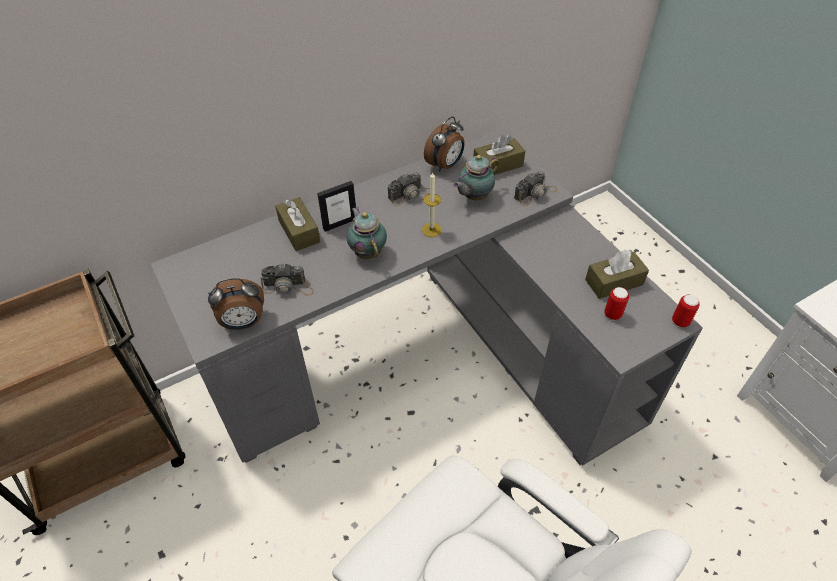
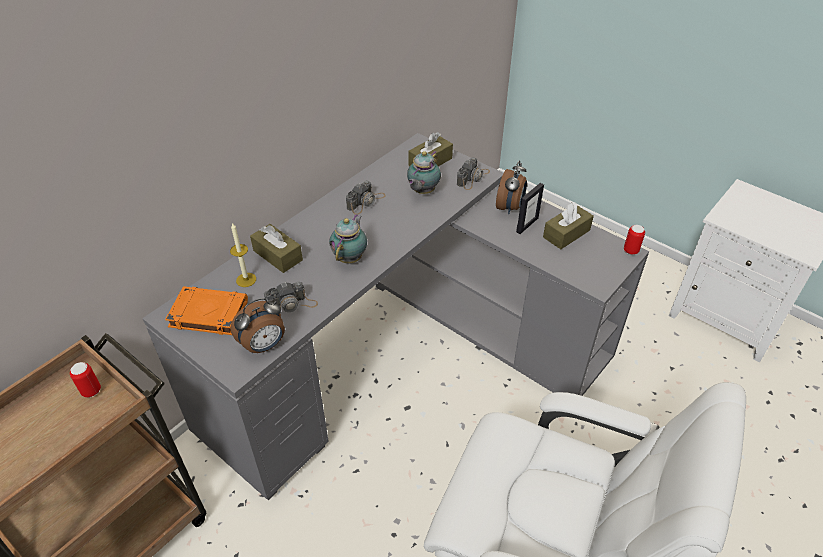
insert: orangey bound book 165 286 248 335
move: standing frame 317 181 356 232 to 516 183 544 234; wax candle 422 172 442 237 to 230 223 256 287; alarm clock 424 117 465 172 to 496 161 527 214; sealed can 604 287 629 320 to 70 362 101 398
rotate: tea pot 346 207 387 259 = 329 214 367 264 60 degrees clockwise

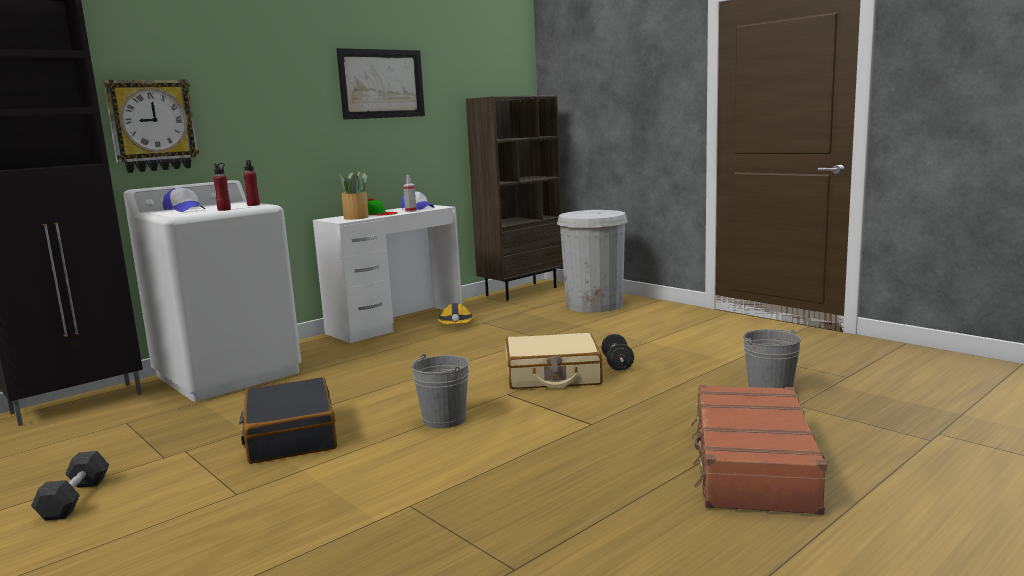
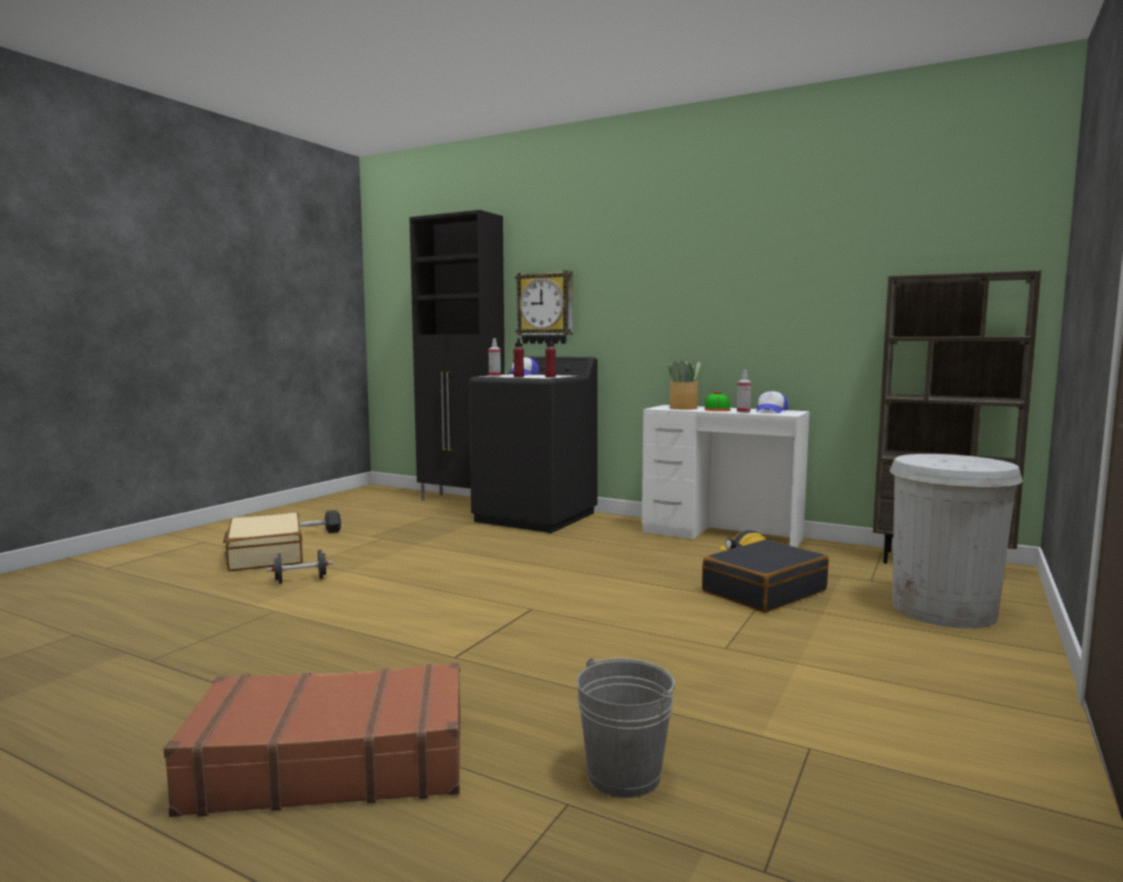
delete: wall art 337 48 425 120; gray bucket 411 354 469 429
insert: sprayer 489 338 501 377
move: blackish travel case 239 377 337 464 to 702 539 829 613; beige-coloured travel case 505 333 602 389 to 223 513 303 571; blackish hand weight 601 334 634 371 to 267 550 333 584
recolor: white laundry appliance 124 180 301 402 to blackish laundry appliance 469 356 598 533

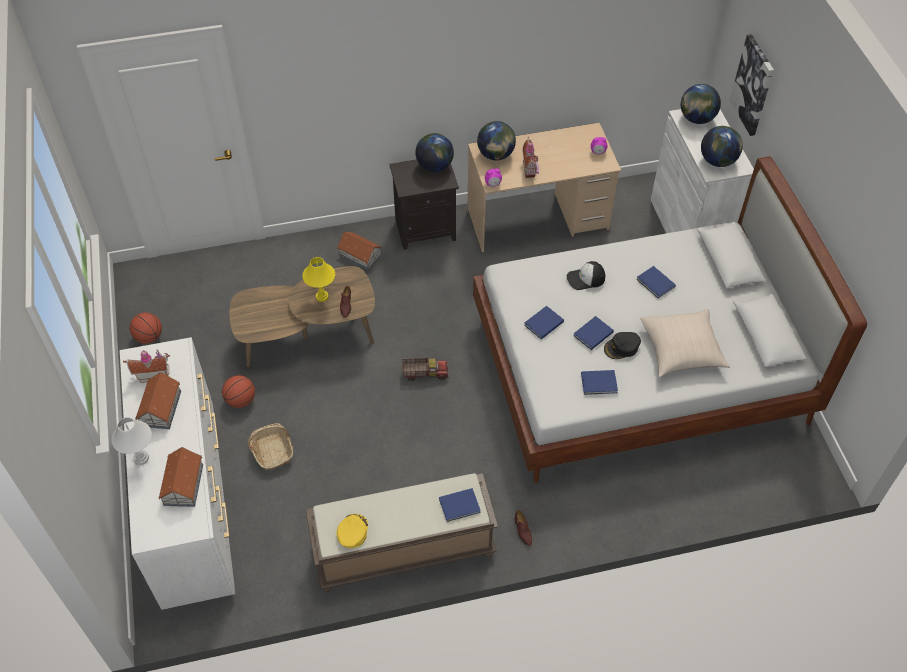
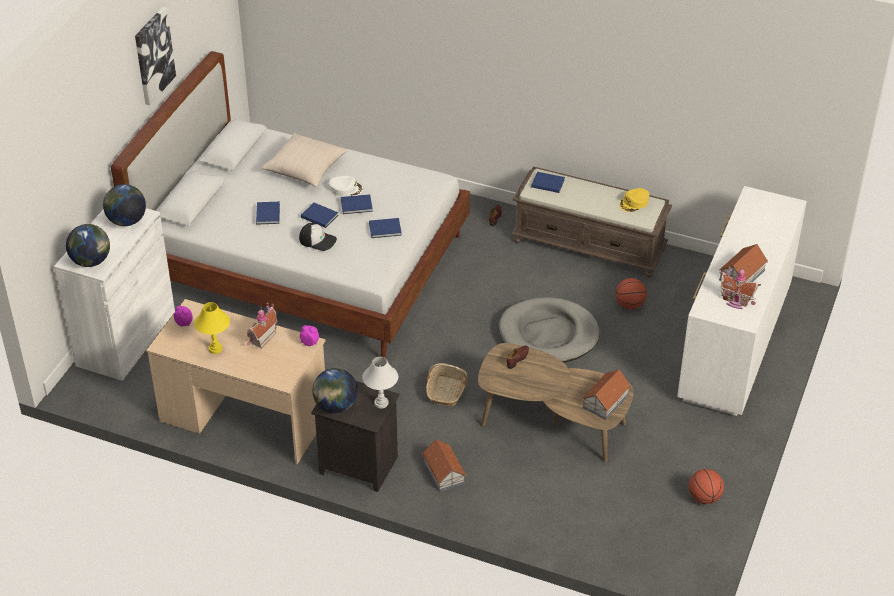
delete: toy truck 402 358 449 381; globe 477 121 516 160
insert: gray pet bed 499 297 600 363
move: white lamp for a table 111 417 152 465 to 362 357 398 409; toy house 158 447 203 507 to 582 369 631 420; basketball 222 375 255 408 to 615 278 647 309; storage basket 248 423 293 470 to 426 363 467 406; yellowish lamp for a table 302 257 335 302 to 194 302 230 354; blue-coloured bound book 581 370 618 395 to 301 203 339 228; wall art 730 34 774 136 to 135 7 176 105
recolor: blackish baseball cap 604 332 641 359 to white baseball cap 329 176 363 196

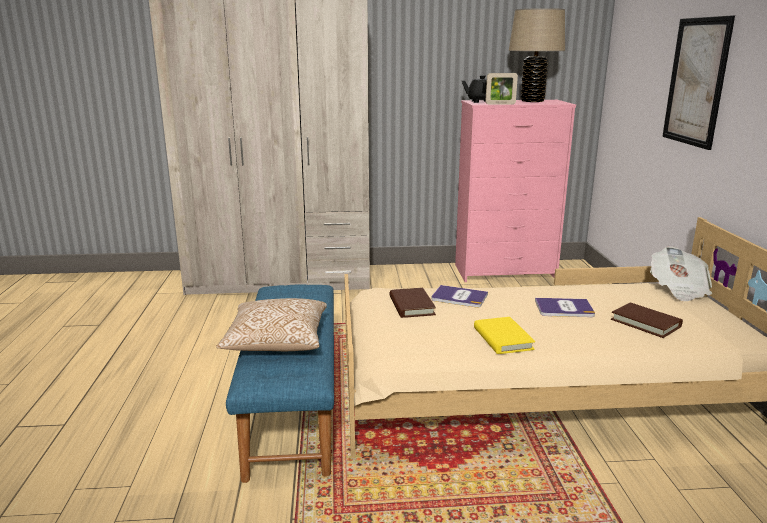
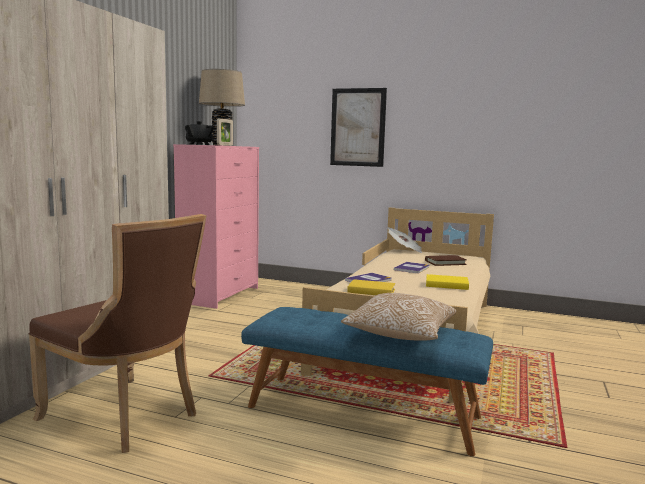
insert: brownish upright chair 29 214 206 453
recolor: brownish bound book 390 288 436 318 to yellowish bound book 347 279 395 295

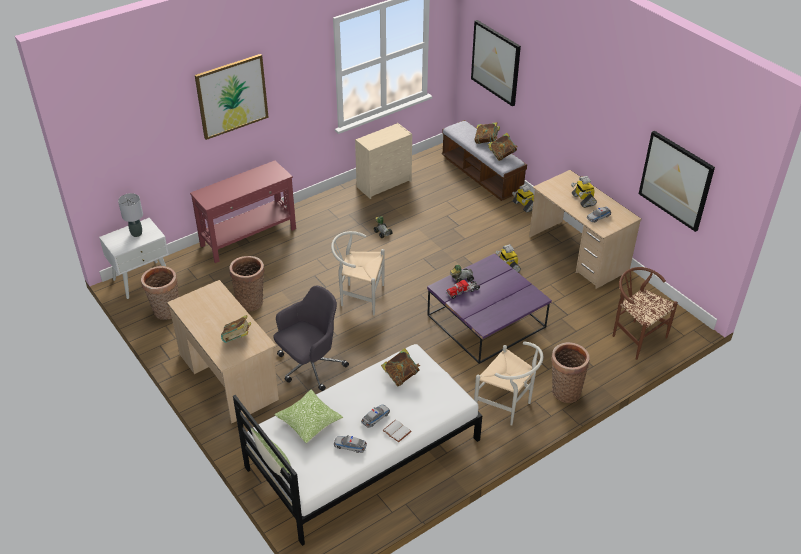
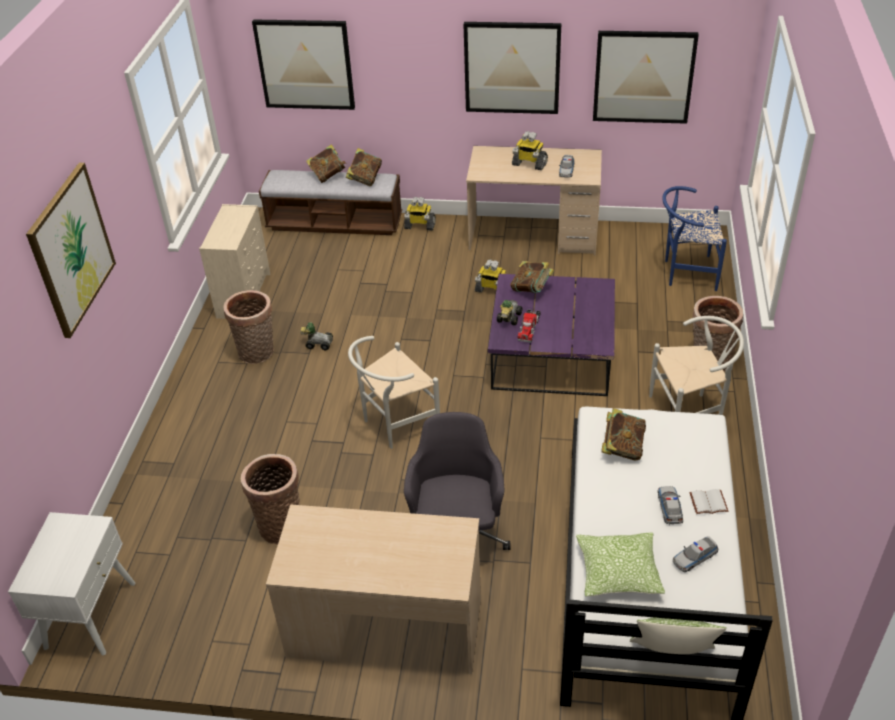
delete: gray lamp for a table 118 193 143 237; red hall table 190 160 296 263
insert: wall art 463 22 561 114
move: storage basket 141 266 179 320 to 223 290 274 364; bound book 221 315 251 343 to 510 261 554 293
recolor: brownish upright chair 613 267 678 360 to blue-coloured upright chair 662 186 727 291

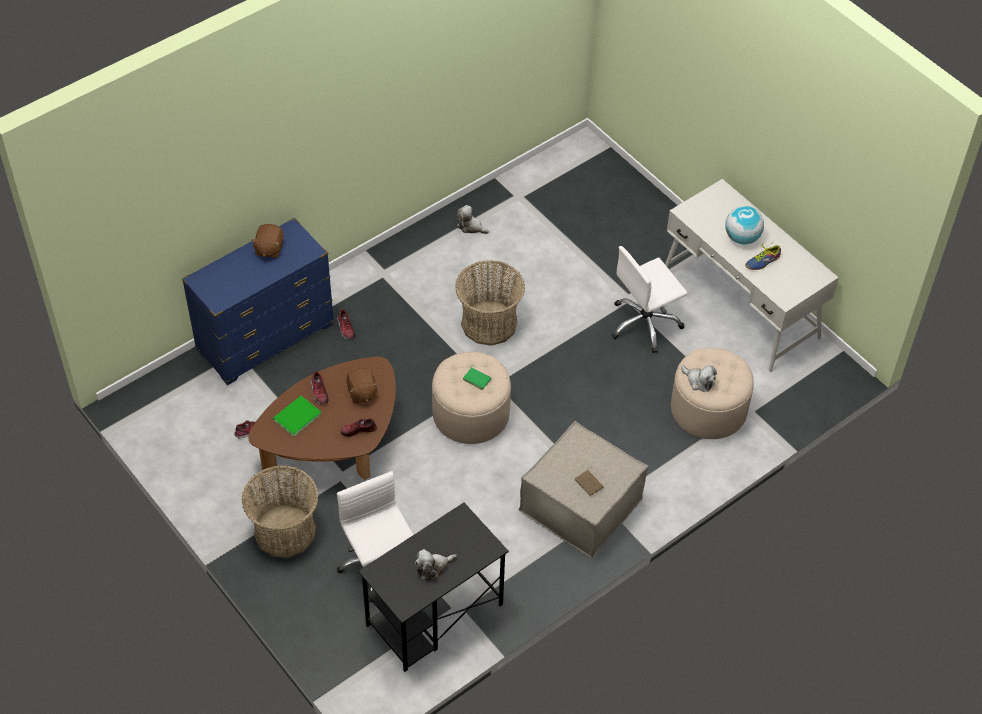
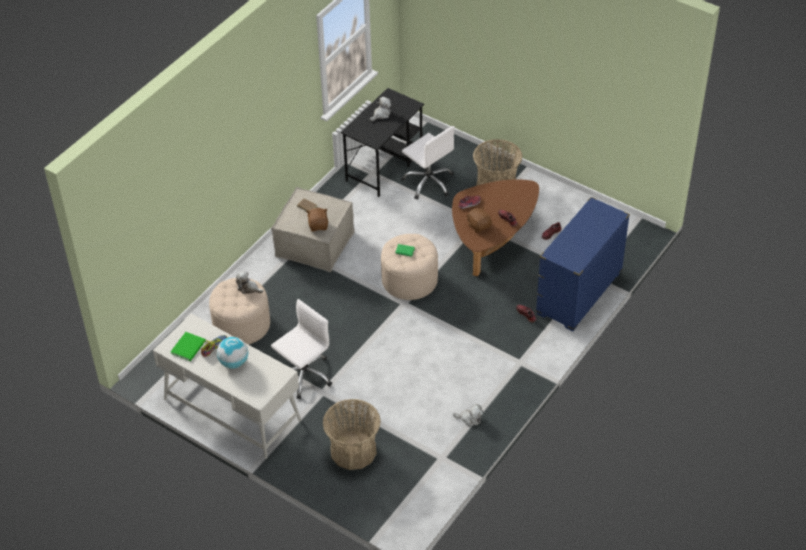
move: brownish cuddly toy 251 224 284 258 to 306 208 328 231; green-coloured bound book 273 396 321 436 to 171 332 206 361; storage basket 455 260 525 346 to 323 399 381 470

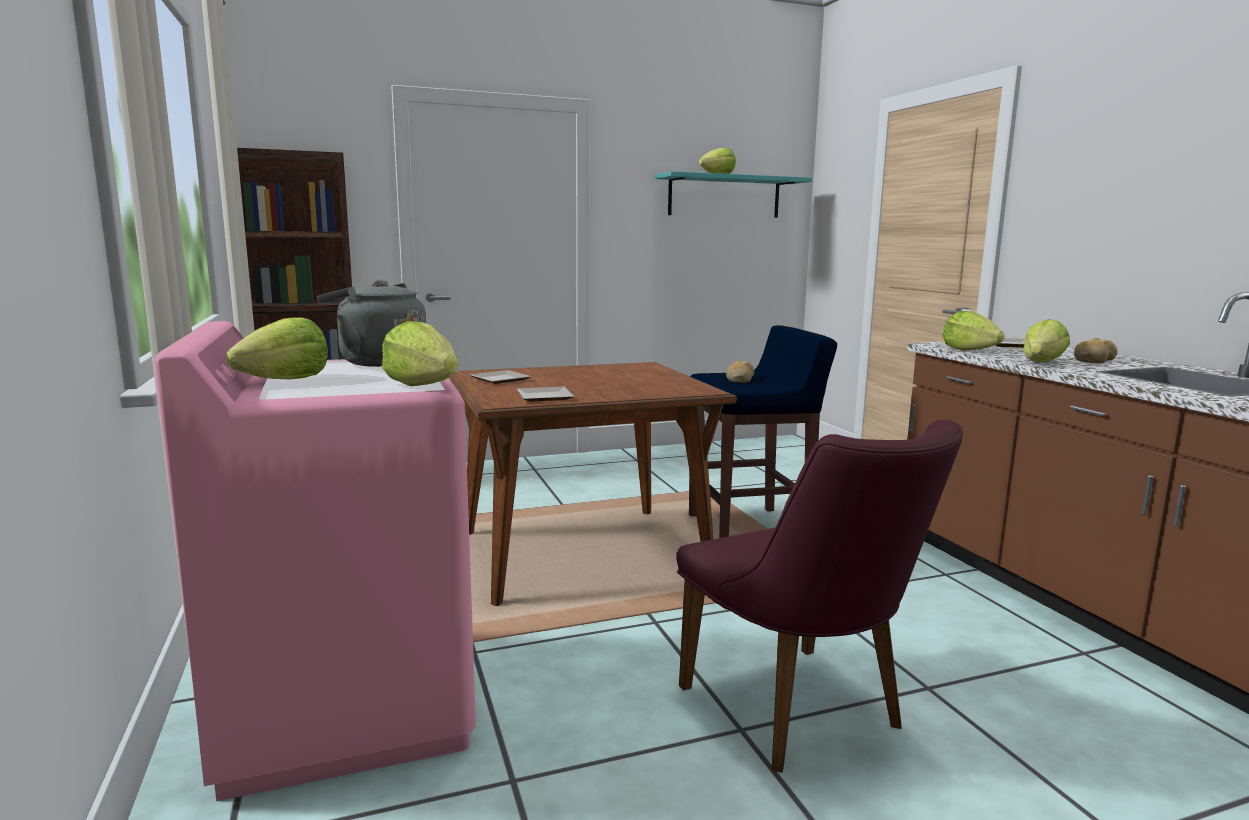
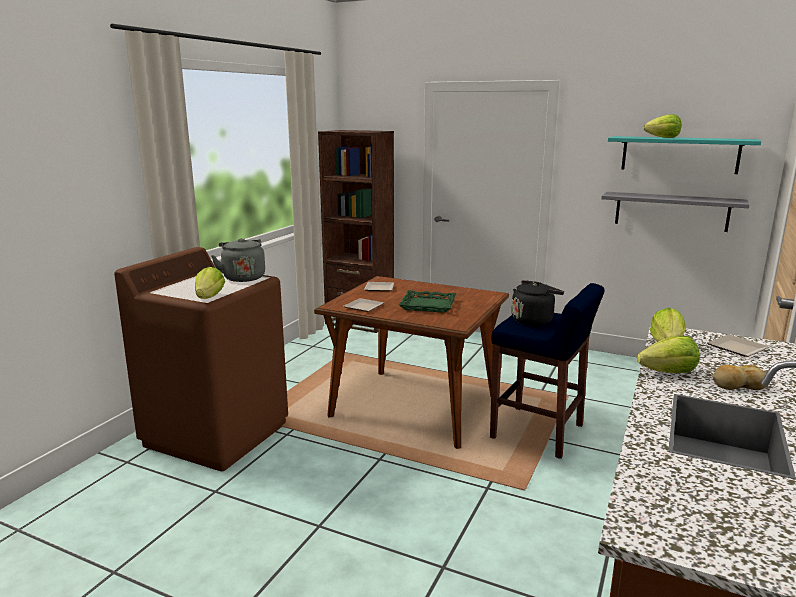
delete: lettuce head 226 317 328 380; purple-coloured upright chair 676 419 963 773
insert: green-coloured carrying tray 398 290 456 313; gray wall shelf 601 192 750 232
replace: bakery bread 726 360 754 383 to blackish water kettle 512 280 564 326
recolor: pink-coloured laundry appliance 154 321 476 802 to brownish laundry appliance 114 247 288 471

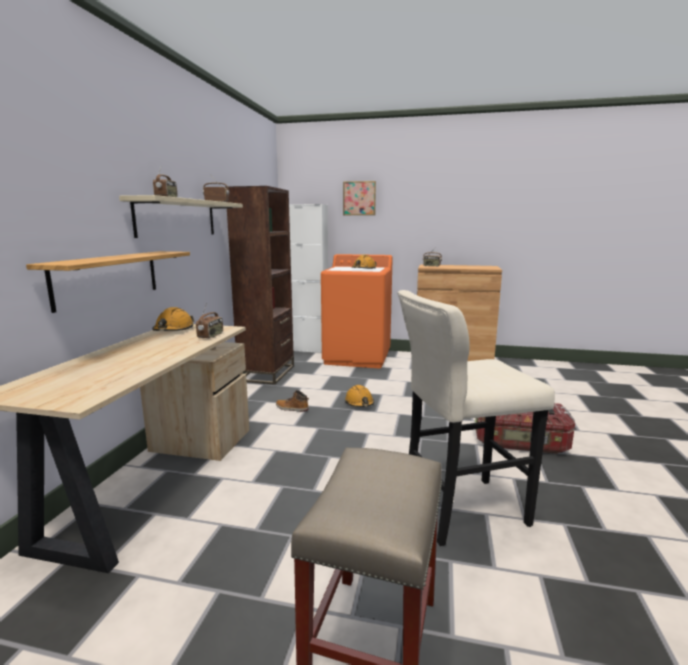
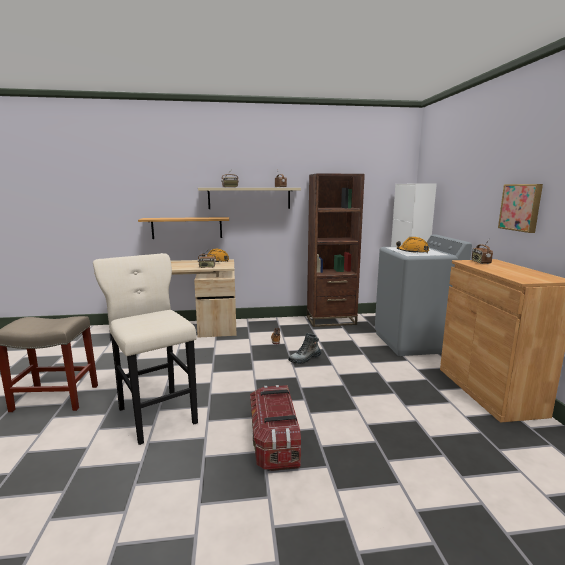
move: wall art 343 181 376 215 to 498 184 543 233
replace: orangey hard hat 345 385 374 407 to high-top boot 288 333 322 364
recolor: orangey laundry appliance 321 254 393 368 to gray laundry appliance 375 234 472 356

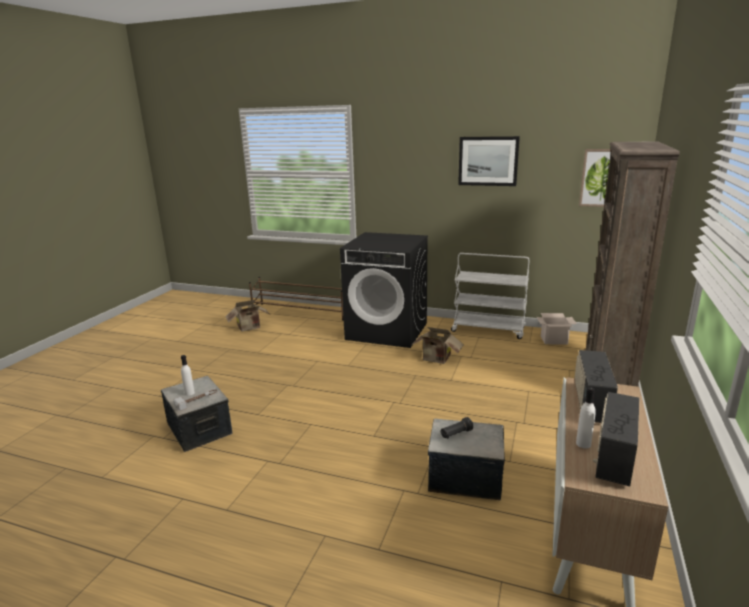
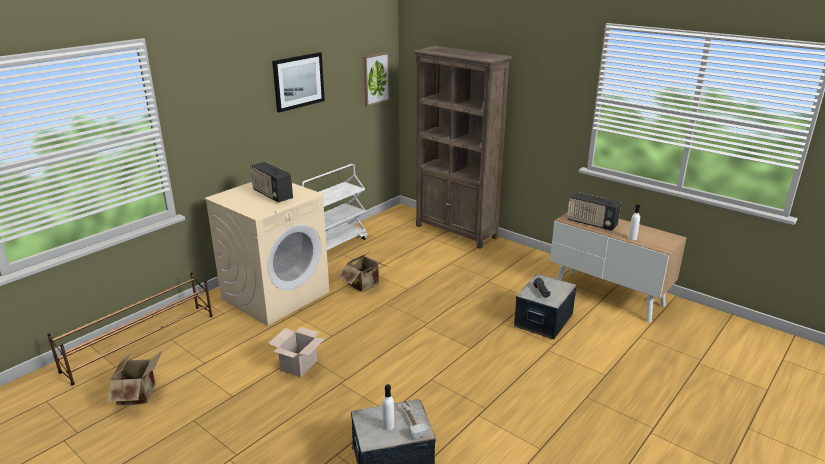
move: carton 537 313 577 344 to 268 327 325 377; radio 593 392 639 486 to 251 162 293 203
recolor: blackish laundry appliance 340 232 428 348 to beige-coloured laundry appliance 204 182 329 326

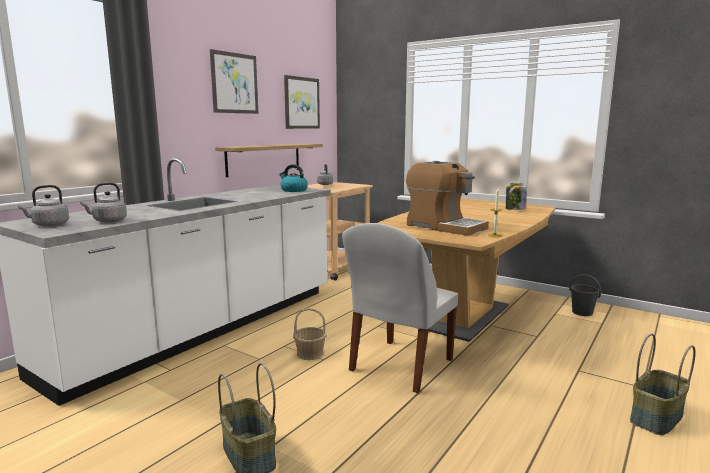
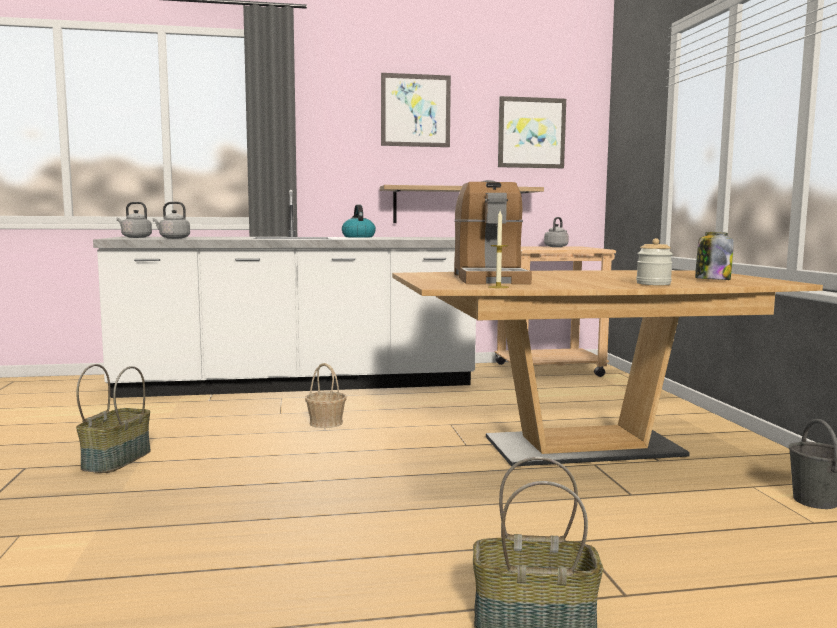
delete: white upright chair 342 223 458 393
insert: storage jar 636 238 673 285
move: water kettle 279 164 308 192 to 342 204 376 238

